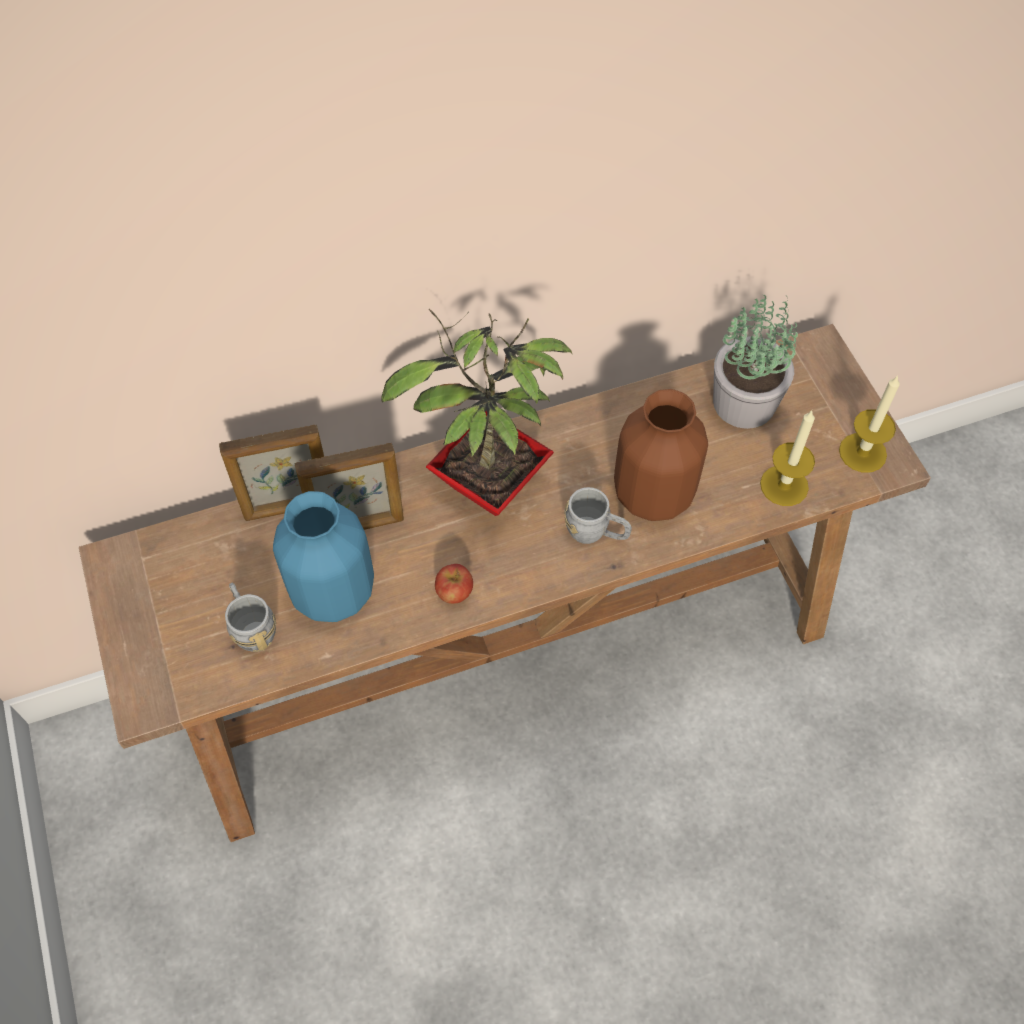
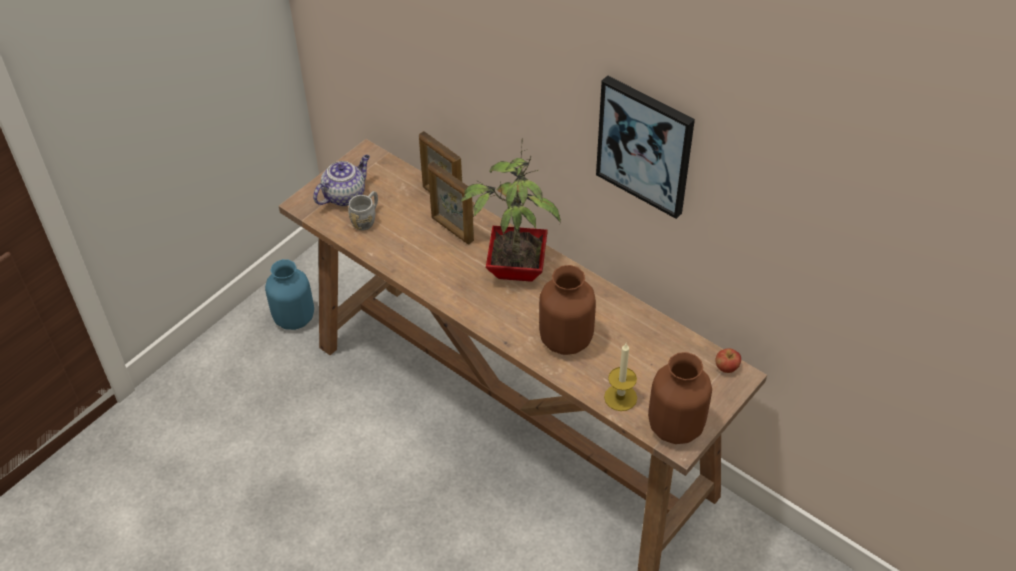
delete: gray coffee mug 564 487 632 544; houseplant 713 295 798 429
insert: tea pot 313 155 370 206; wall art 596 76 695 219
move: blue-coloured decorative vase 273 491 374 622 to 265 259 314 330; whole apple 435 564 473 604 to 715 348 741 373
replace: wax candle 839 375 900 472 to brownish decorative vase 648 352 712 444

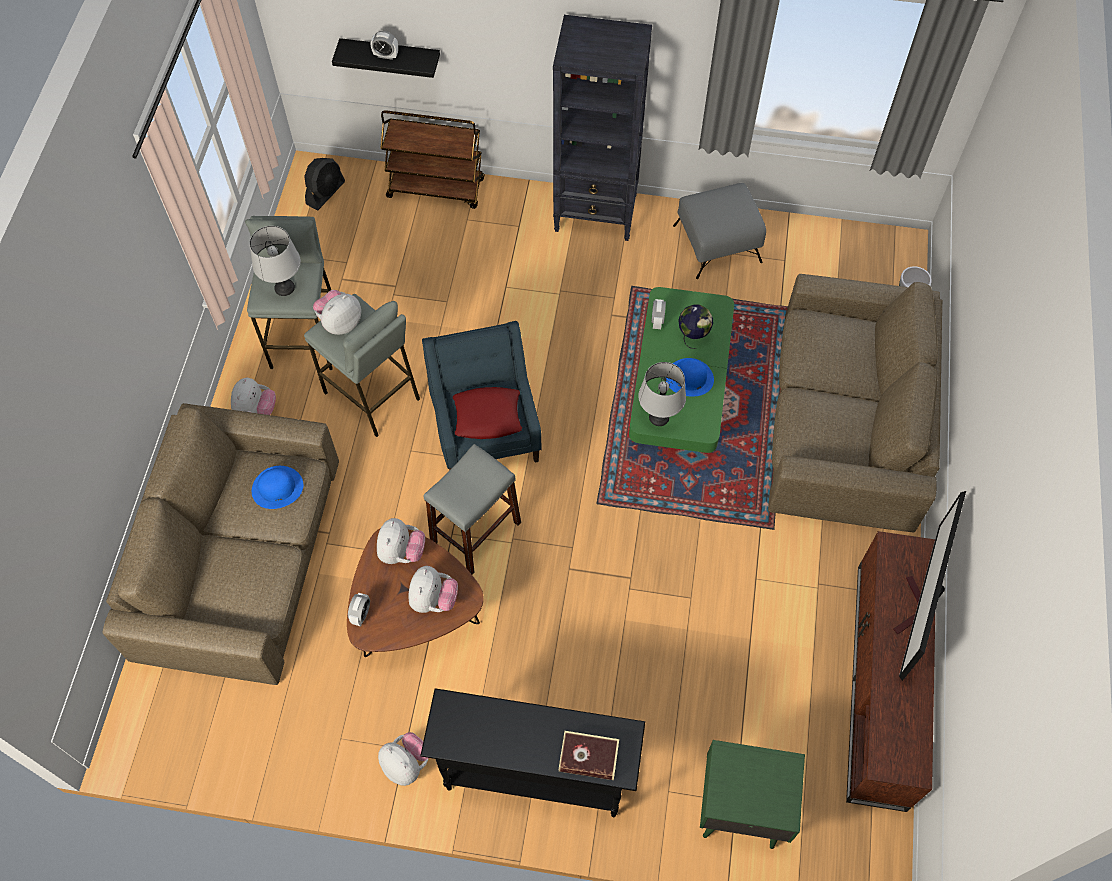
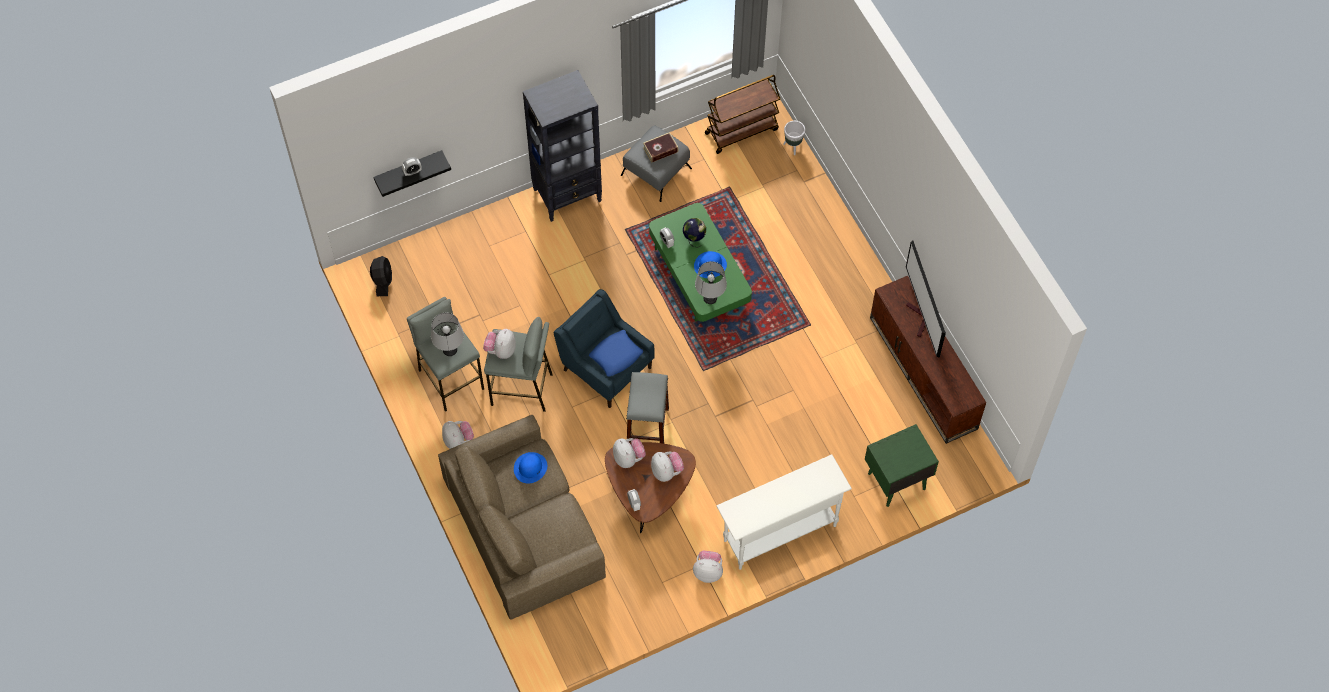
delete: brownish sofa 768 274 942 533
move: brownish wheeled cart 380 110 485 209 to 705 75 780 154; bound book 559 731 619 780 to 643 132 678 163
recolor: blackish hall table 420 688 645 817 to white hall table 716 454 852 570; red throw pillow 453 387 522 439 to blue-coloured throw pillow 589 330 643 377

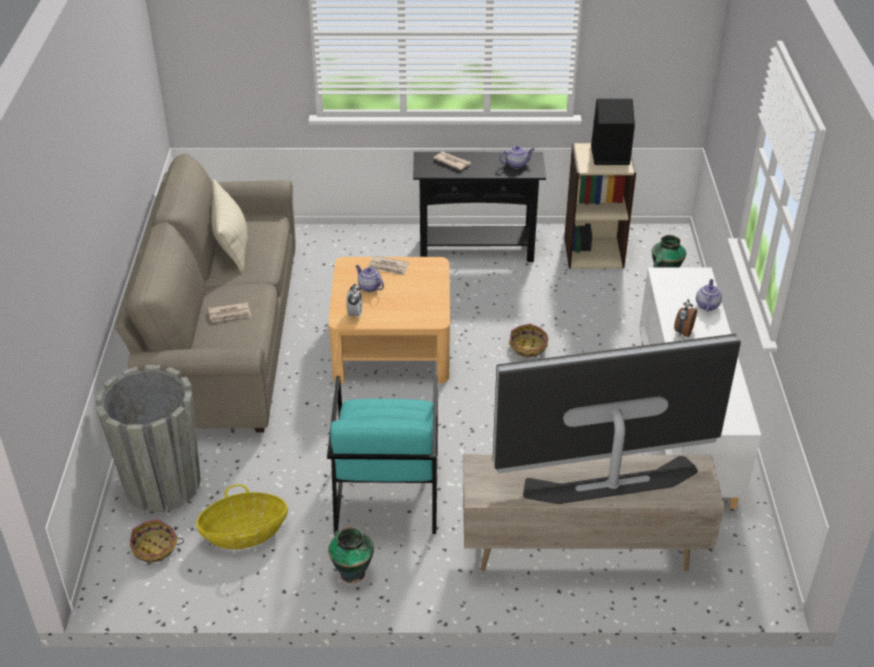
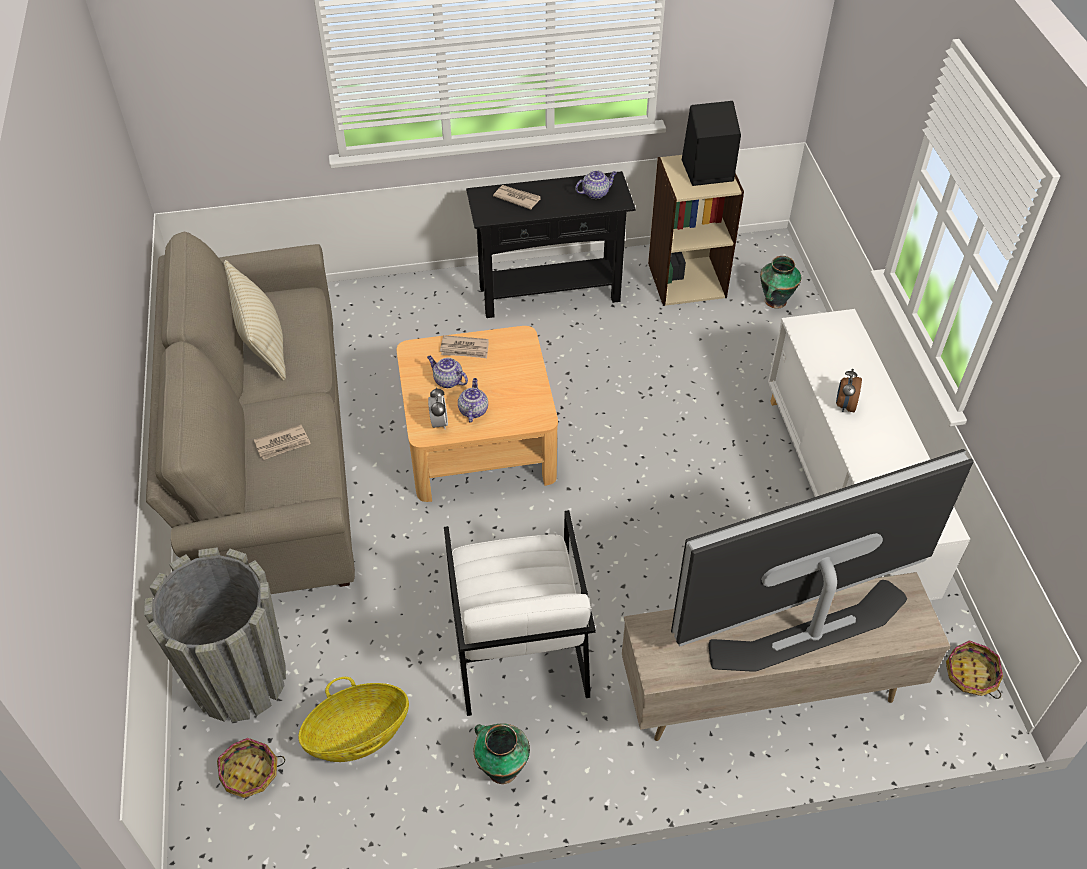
move: storage basket 509 324 548 359 to 946 640 1003 699; tea pot 696 279 722 312 to 458 378 488 423
recolor: turquoise easy chair 327 376 438 534 to white easy chair 444 510 596 716

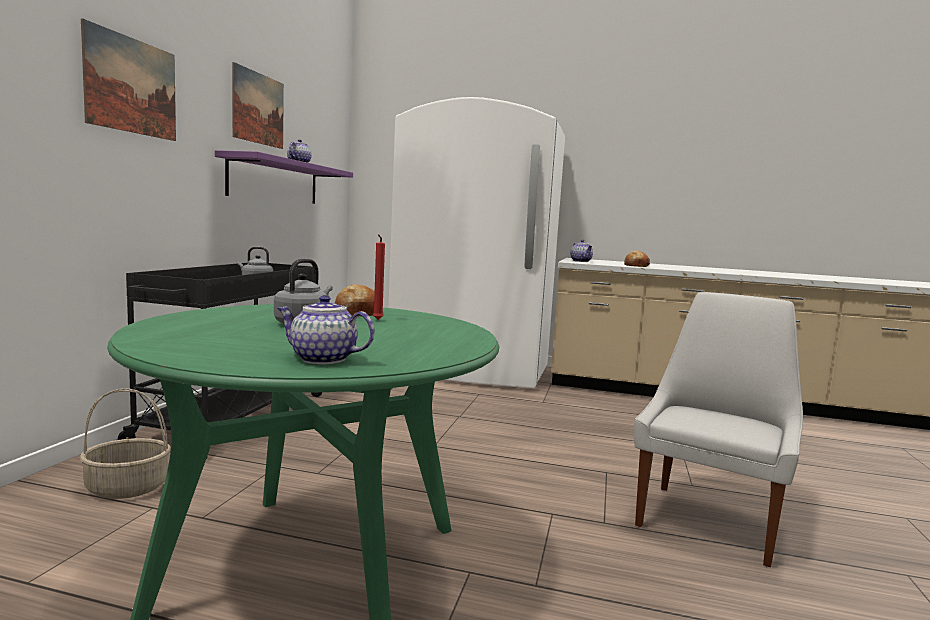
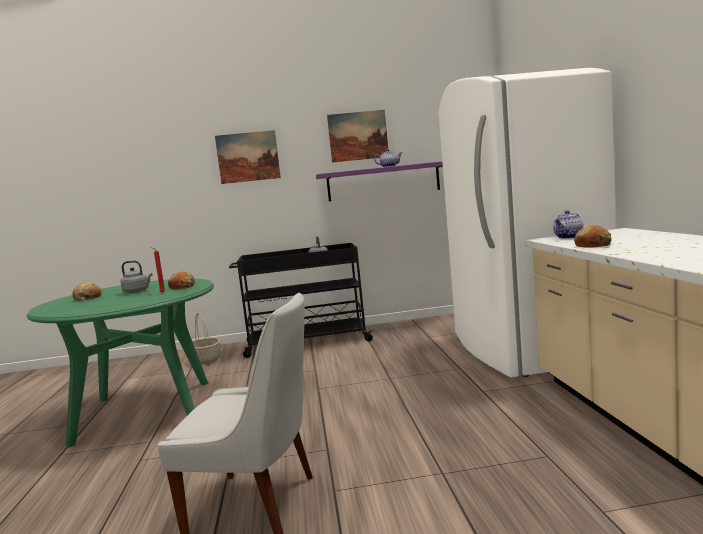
delete: tea pot 277 295 375 364
insert: bakery bread 73 282 101 301

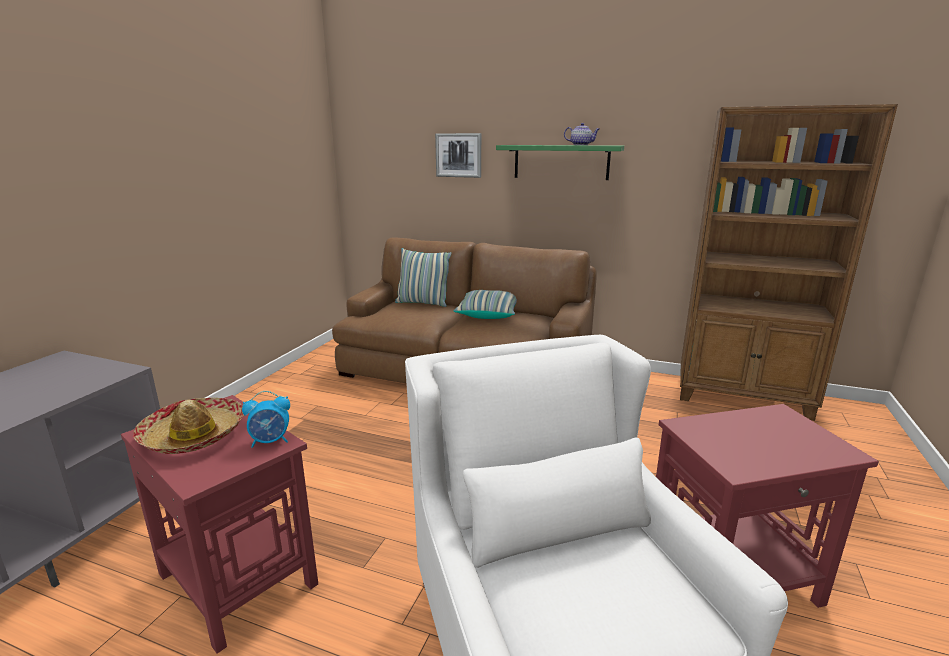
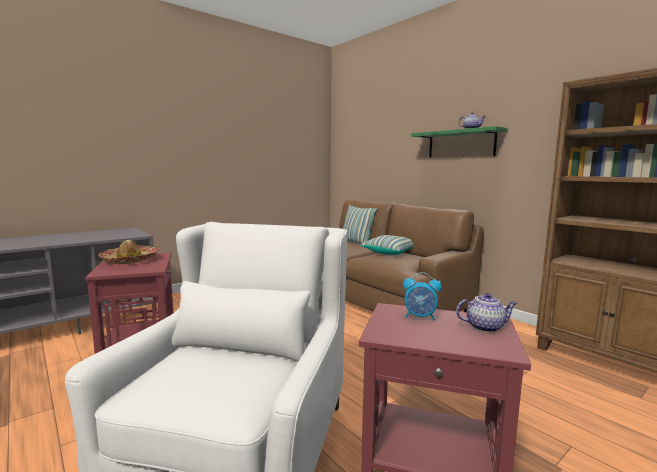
delete: wall art 435 133 481 178
insert: tea pot 456 293 517 332
move: alarm clock 242 391 290 448 to 403 272 442 321

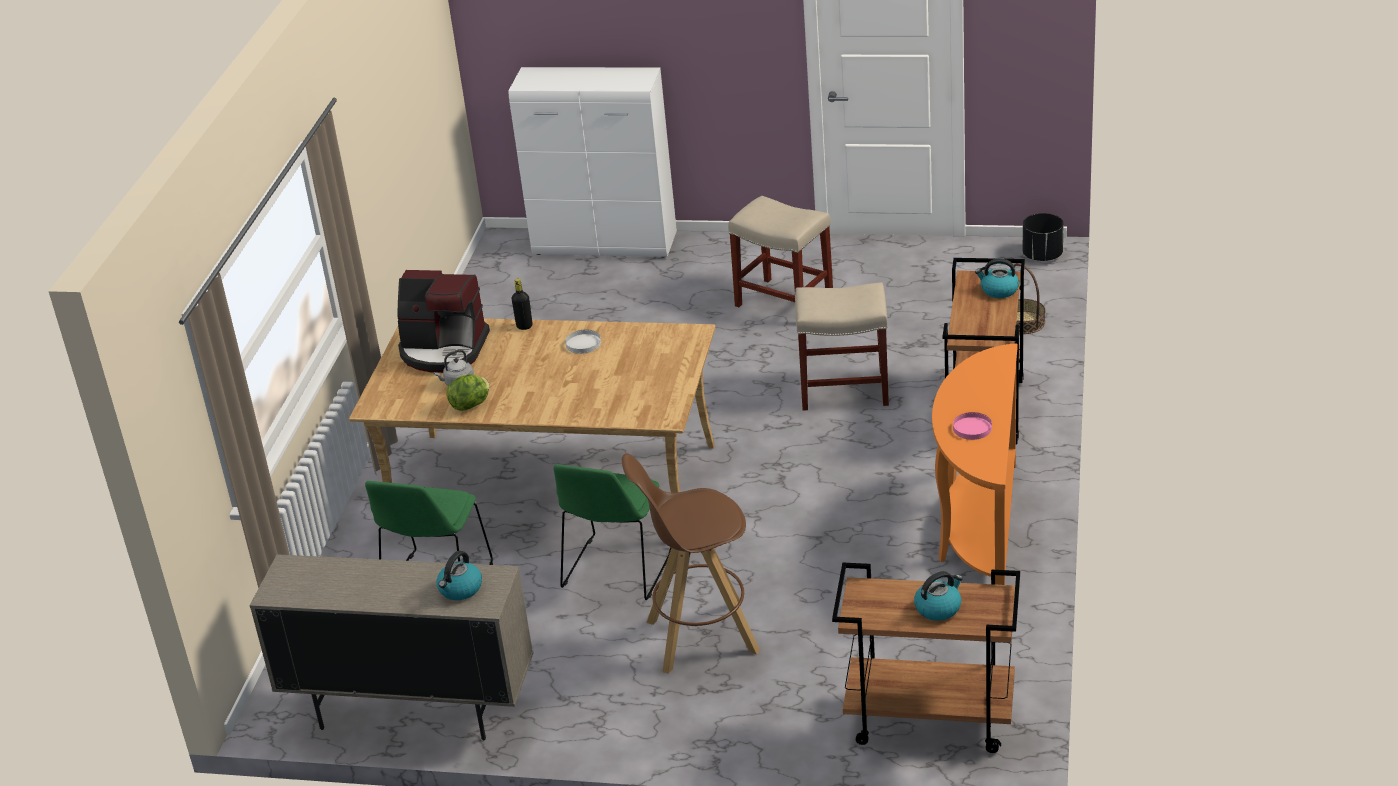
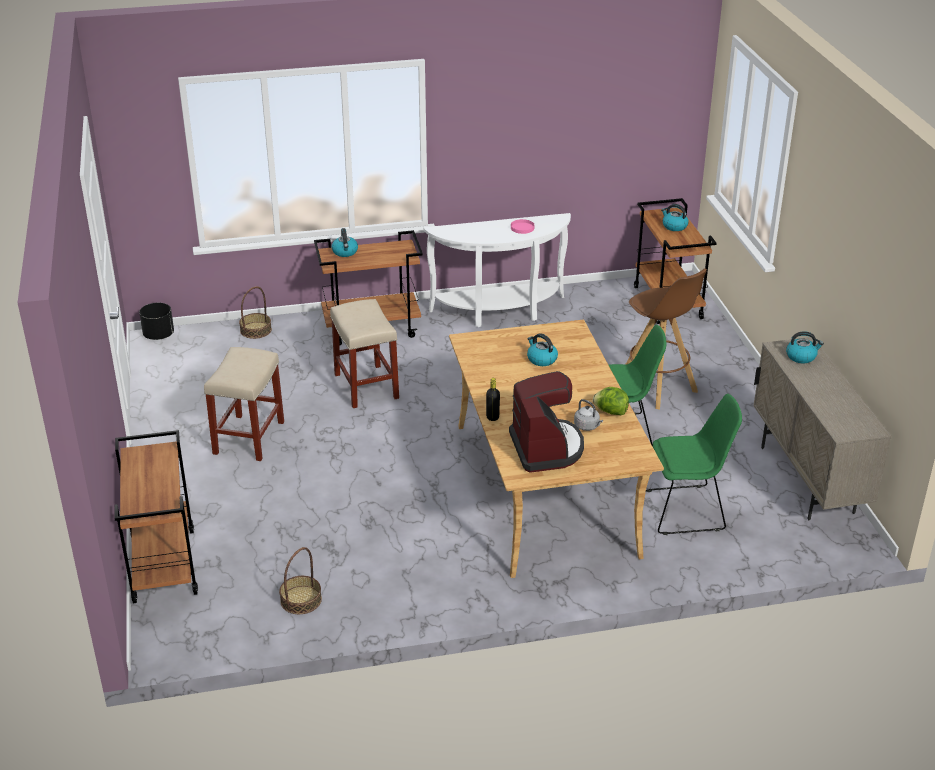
delete: white flat dish 565 330 601 354
insert: storage basket 279 547 322 614; water kettle 527 333 558 366
replace: white storage cabinet 508 67 677 258 to brownish wheeled cart 114 430 198 603
recolor: orangey hall table 932 344 1018 585 to white hall table 424 213 571 327

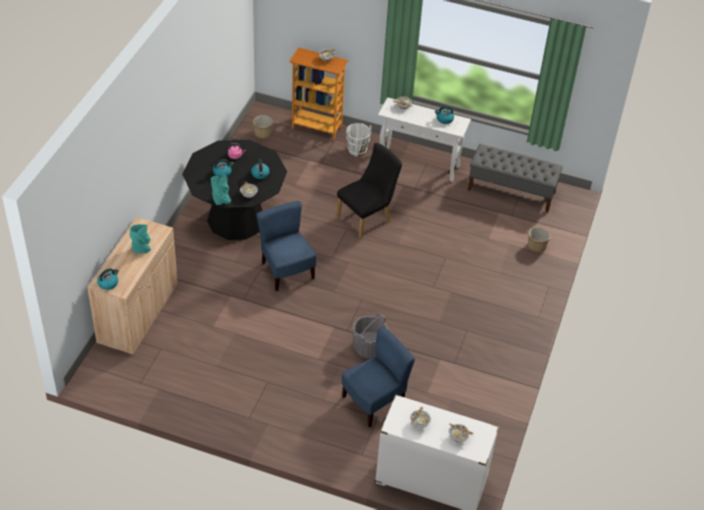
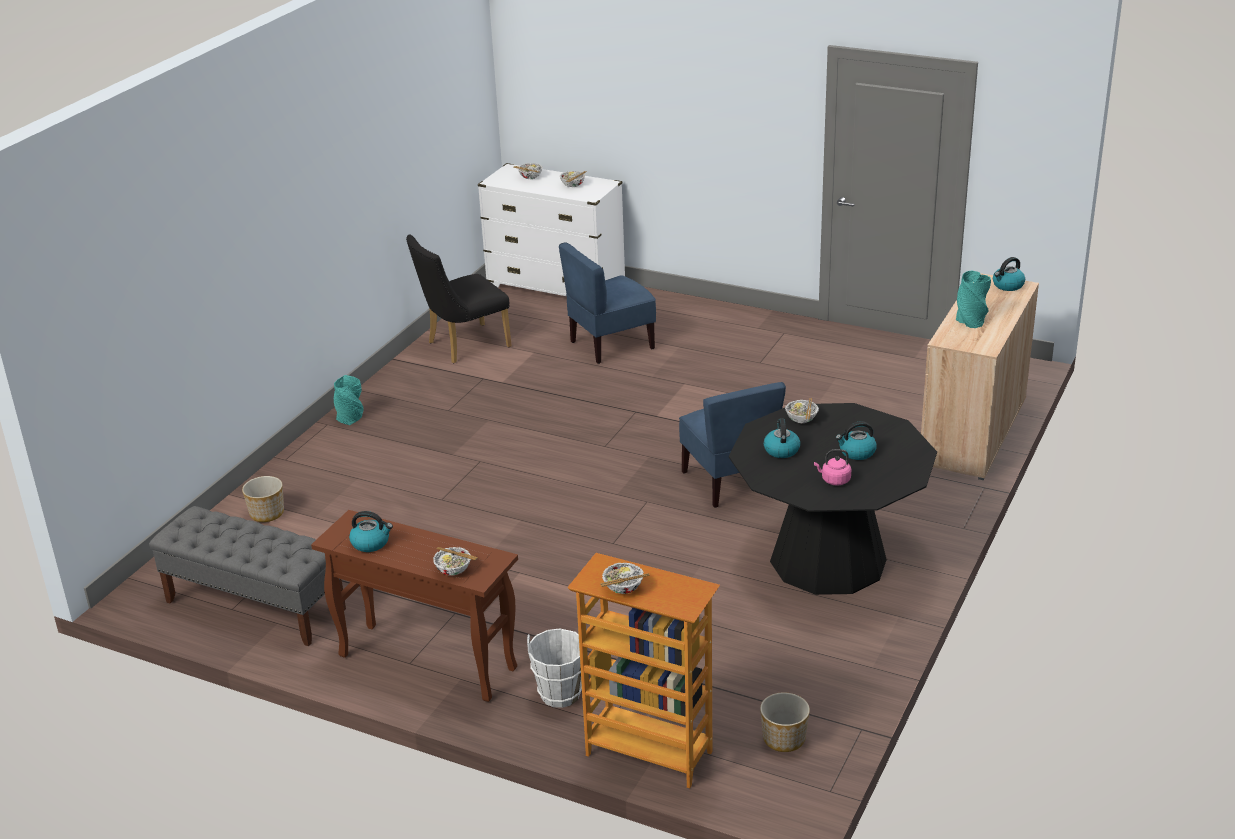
delete: gray bucket 353 313 388 359
move: turquoise decorative vase 211 174 231 205 to 334 375 364 425; blackish upright chair 337 143 402 238 to 406 235 512 363
recolor: white hall table 378 97 471 182 to brownish hall table 311 510 518 702

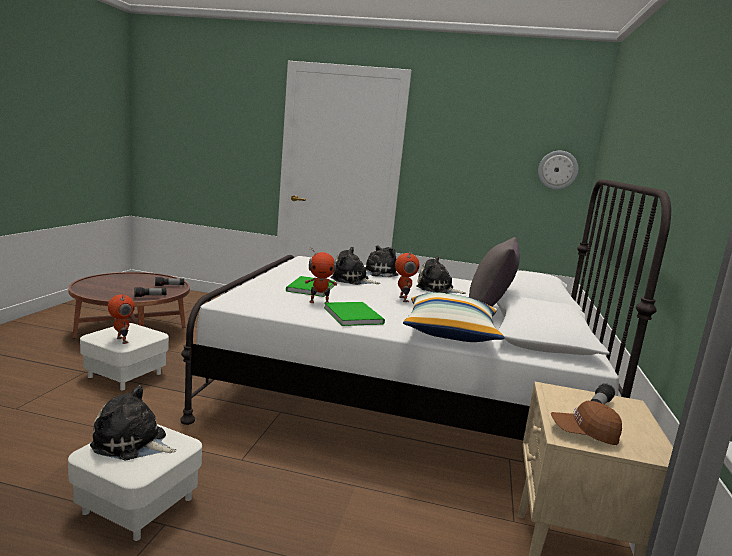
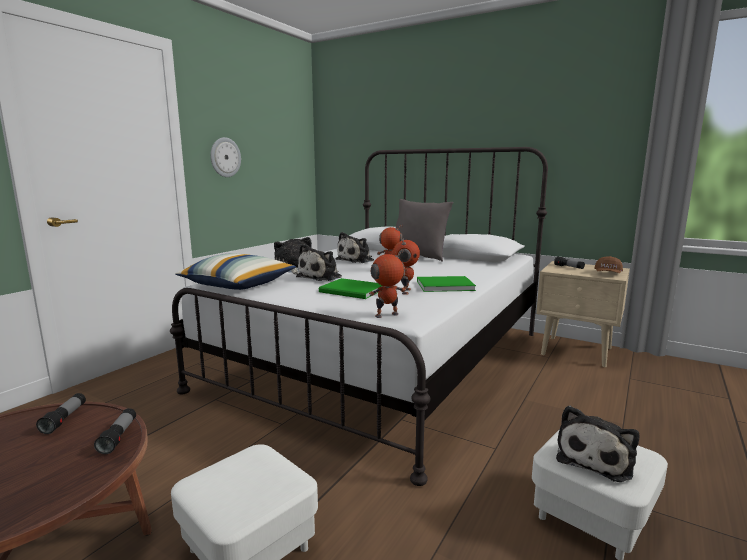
move: model robot 108 294 135 344 to 369 249 406 318; throw pillow 403 292 505 342 to 175 253 296 290; hanging clock 538 151 578 190 to 210 137 241 177

